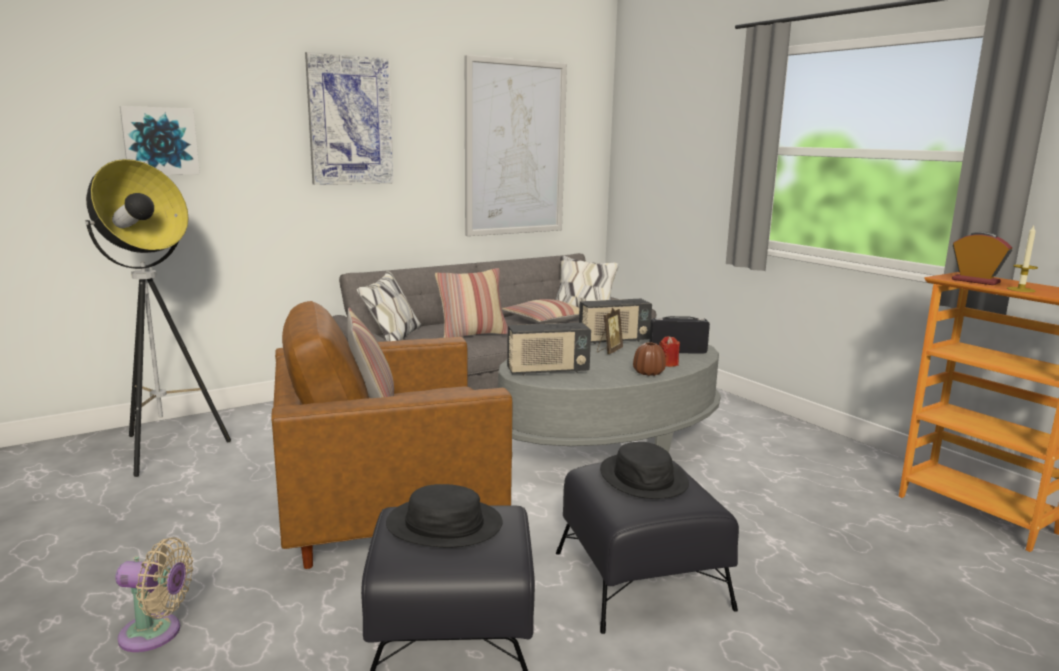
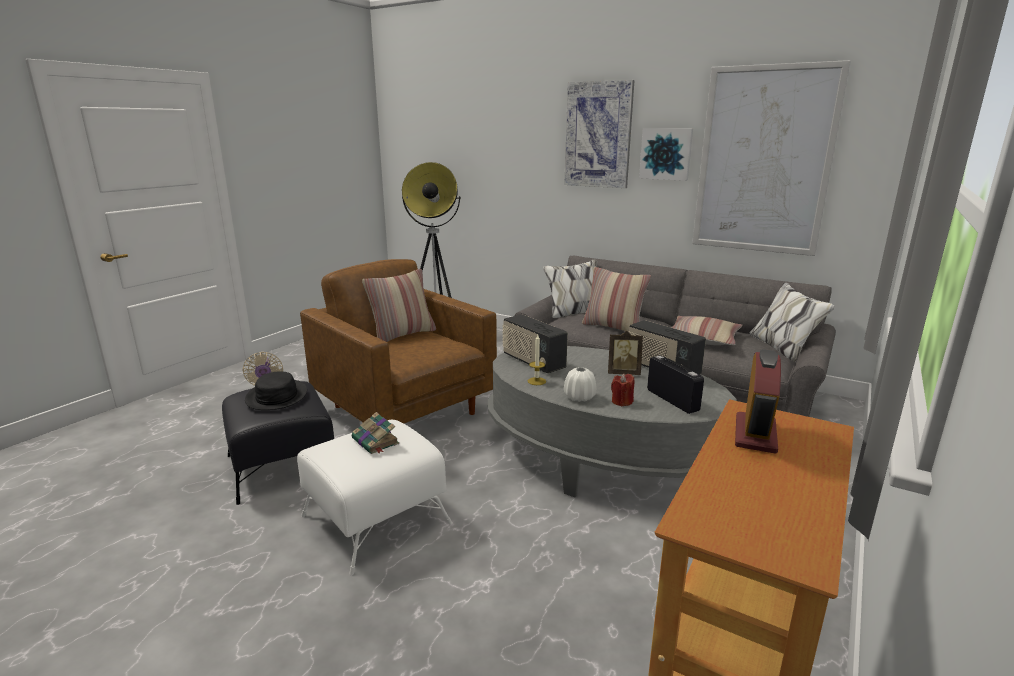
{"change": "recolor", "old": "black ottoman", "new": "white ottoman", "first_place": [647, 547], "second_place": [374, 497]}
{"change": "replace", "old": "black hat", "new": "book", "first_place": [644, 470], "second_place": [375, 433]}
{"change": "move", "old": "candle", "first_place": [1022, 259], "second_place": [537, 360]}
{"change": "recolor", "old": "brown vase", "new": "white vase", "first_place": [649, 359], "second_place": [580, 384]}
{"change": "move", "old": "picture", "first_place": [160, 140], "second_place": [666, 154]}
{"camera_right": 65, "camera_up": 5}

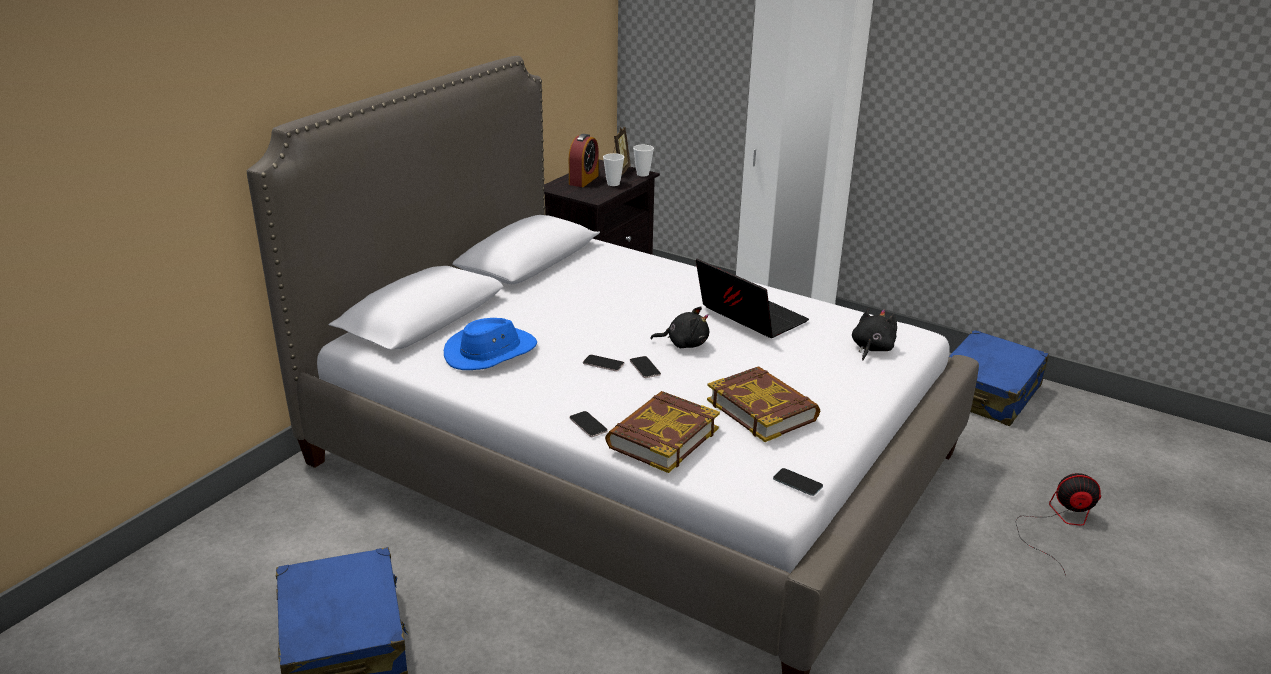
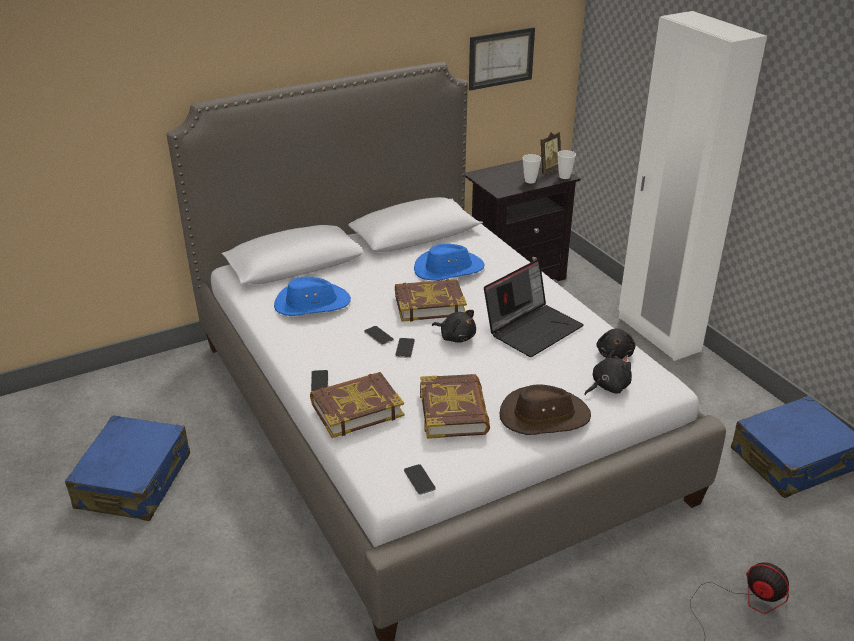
{"change": "insert", "new": "book", "second_place": [431, 300]}
{"change": "insert", "new": "blue hat", "second_place": [449, 262]}
{"change": "insert", "new": "picture", "second_place": [502, 58]}
{"change": "rotate", "old": "laptop", "first_place": [752, 298], "second_place": [534, 308], "degrees": 60}
{"change": "insert", "new": "brown hat", "second_place": [545, 409]}
{"change": "insert", "new": "black plush toy", "second_place": [615, 343]}
{"change": "delete", "old": "alarm clock", "first_place": [584, 160]}
{"camera_right": 30, "camera_up": 5}

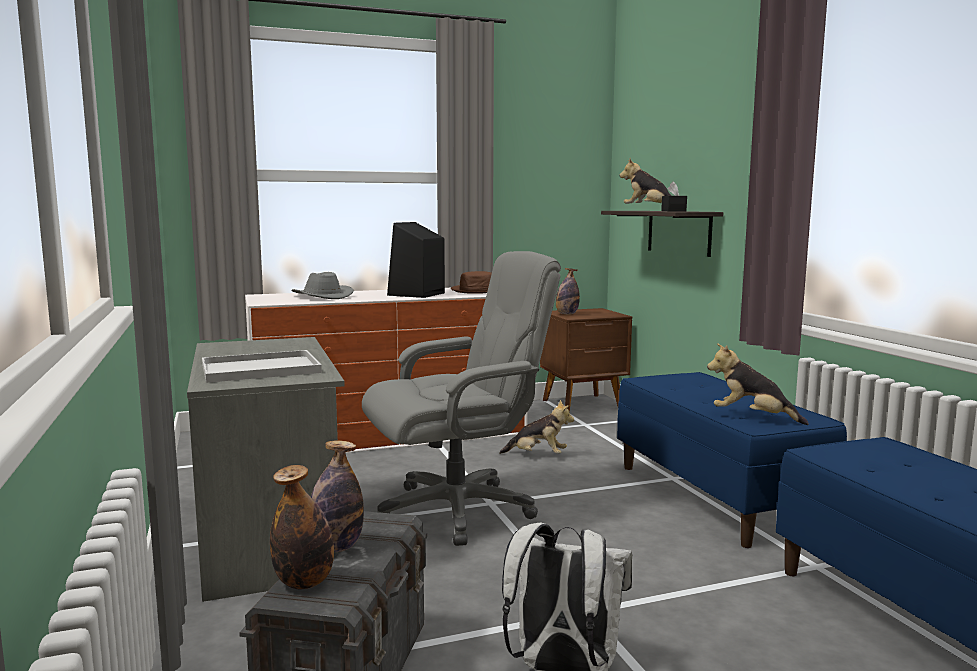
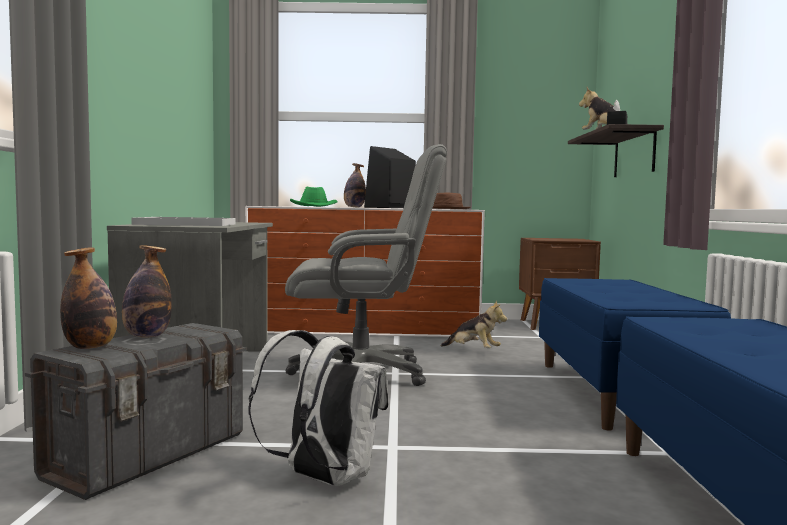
{"change": "recolor", "old": "grey hat", "new": "green hat", "first_place": [323, 285], "second_place": [313, 197]}
{"change": "move", "old": "bottle", "first_place": [568, 291], "second_place": [355, 185]}
{"change": "delete", "old": "plush toy", "first_place": [758, 384]}
{"camera_right": 20, "camera_up": -5}

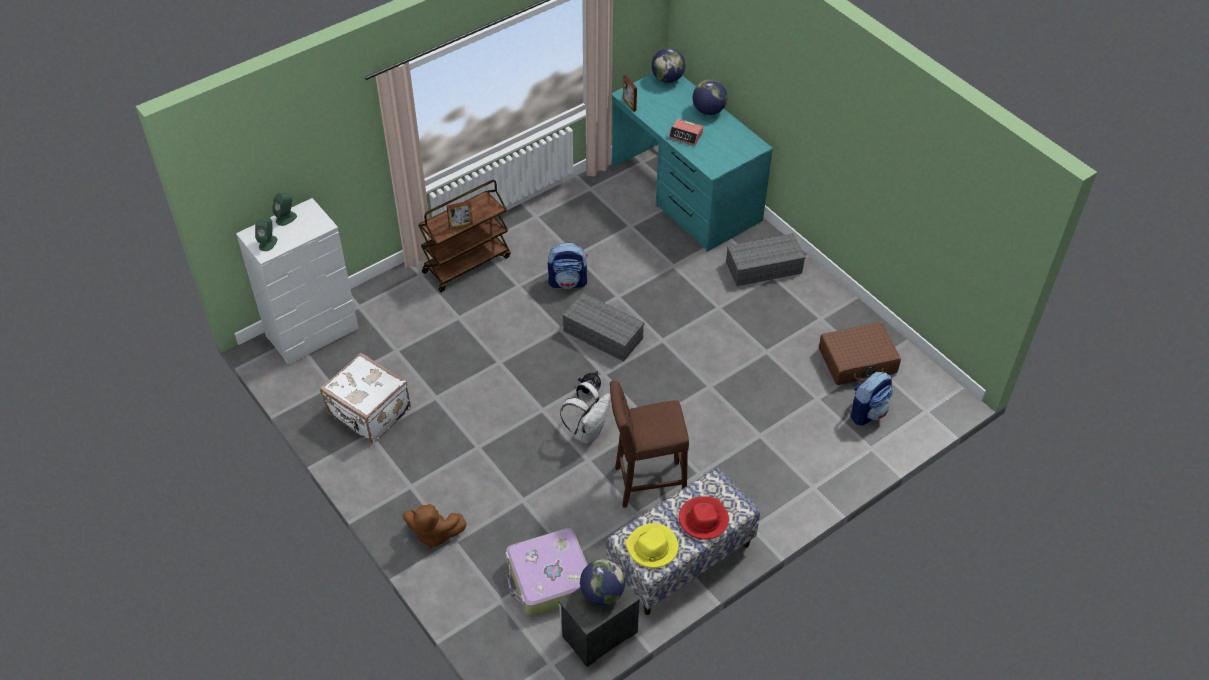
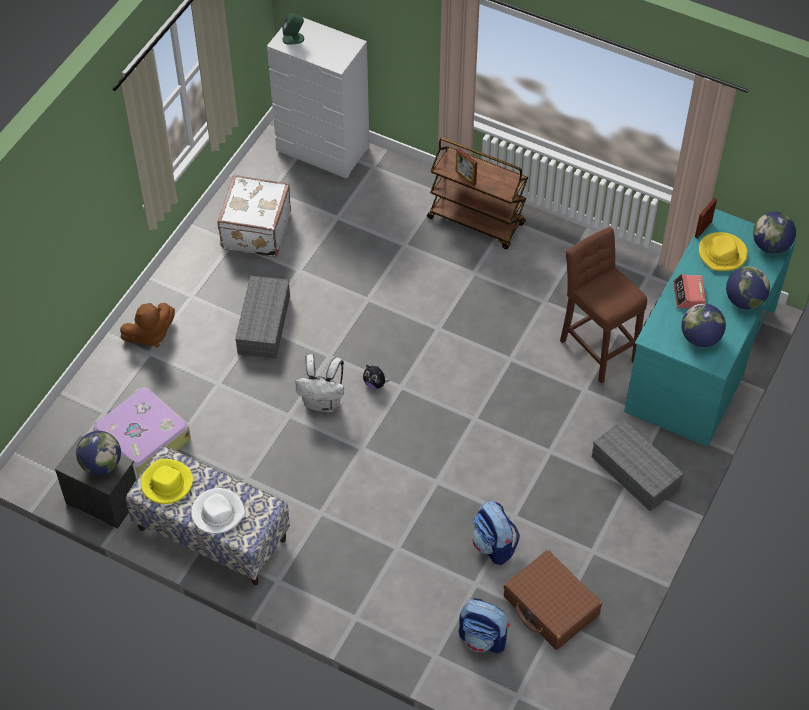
{"change": "rotate", "old": "brown plush toy", "first_place": [435, 526], "second_place": [147, 325], "degrees": -105}
{"change": "recolor", "old": "red hat", "new": "white hat", "first_place": [704, 518], "second_place": [218, 511]}
{"change": "move", "old": "grey storage box", "first_place": [603, 327], "second_place": [262, 317]}
{"change": "move", "old": "backpack", "first_place": [568, 266], "second_place": [496, 533]}
{"change": "move", "old": "brown stool", "first_place": [649, 444], "second_place": [603, 305]}
{"change": "insert", "new": "globe", "second_place": [703, 325]}
{"change": "insert", "new": "yellow hat", "second_place": [723, 251]}
{"change": "delete", "old": "green speaker", "first_place": [284, 209]}
{"camera_right": 65, "camera_up": 5}

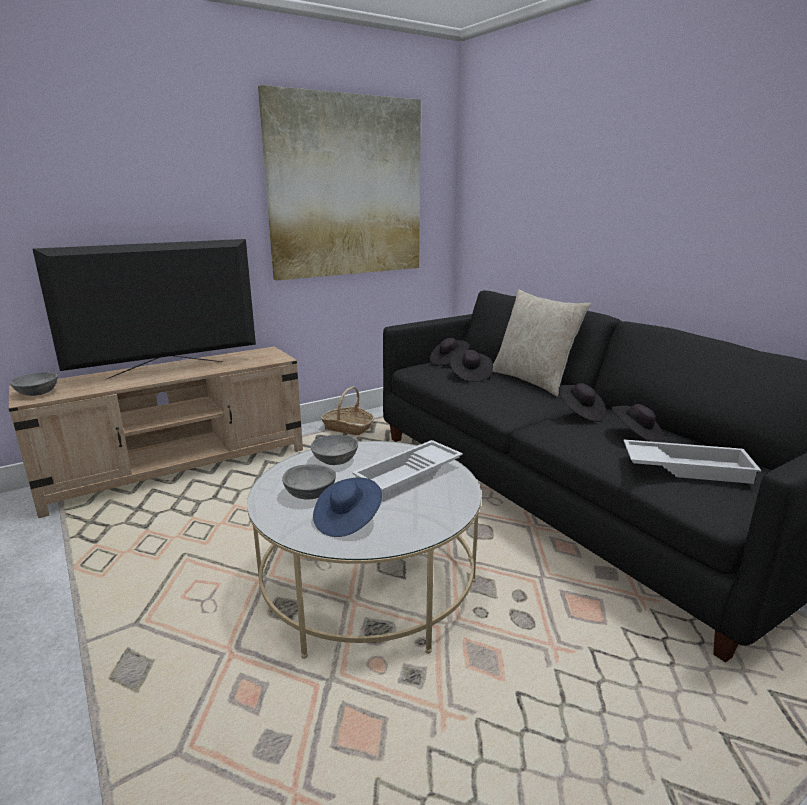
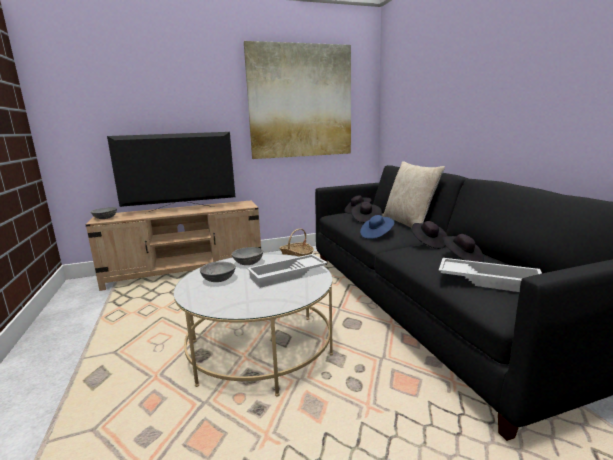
{"change": "move", "old": "blue hat", "first_place": [347, 507], "second_place": [377, 227]}
{"camera_right": 15, "camera_up": -5}

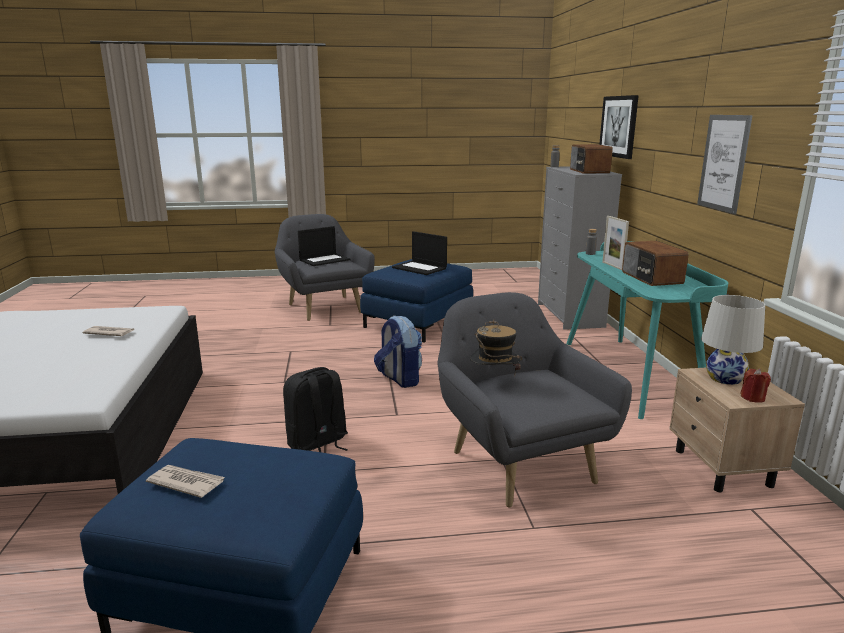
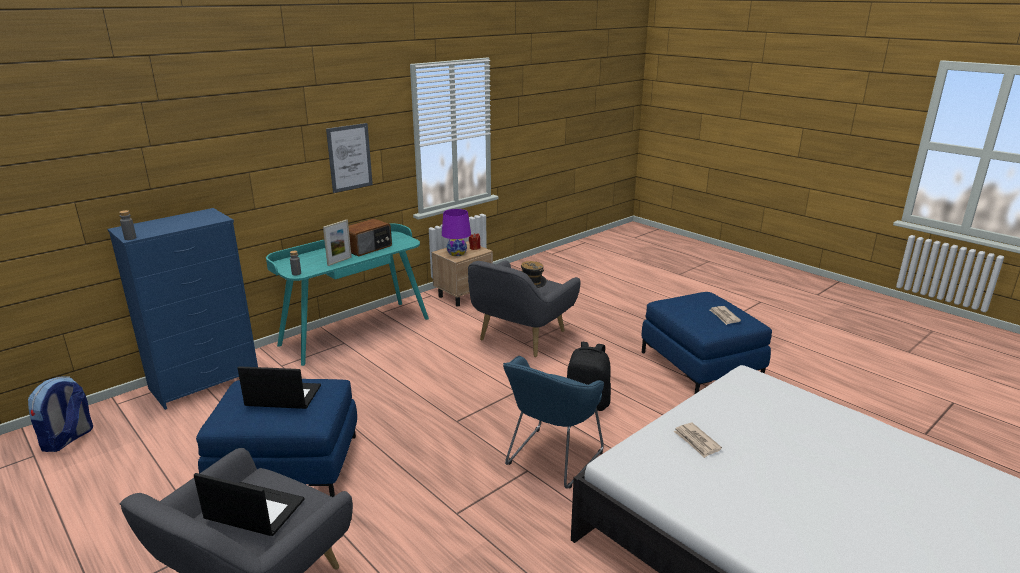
{"change": "move", "old": "backpack", "first_place": [398, 351], "second_place": [60, 414]}
{"change": "recolor", "old": "grey dresser", "new": "blue dresser", "first_place": [580, 248], "second_place": [183, 309]}
{"change": "rotate", "old": "laptop", "first_place": [419, 253], "second_place": [279, 387], "degrees": -90}
{"change": "recolor", "old": "white table lamp", "new": "purple table lamp", "first_place": [733, 340], "second_place": [456, 232]}
{"change": "insert", "new": "blue armchair", "second_place": [553, 422]}
{"change": "delete", "old": "radio", "first_place": [591, 158]}
{"change": "delete", "old": "picture", "first_place": [619, 127]}
{"camera_right": -125, "camera_up": 5}

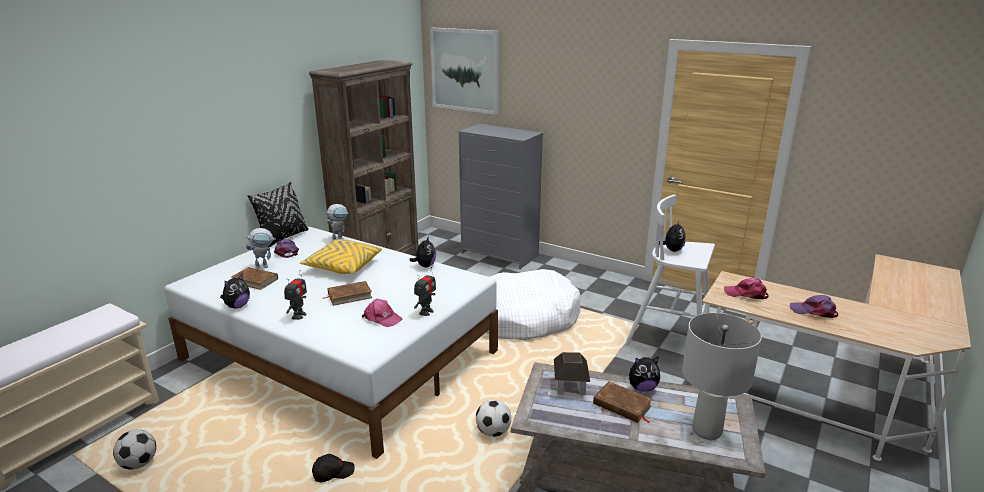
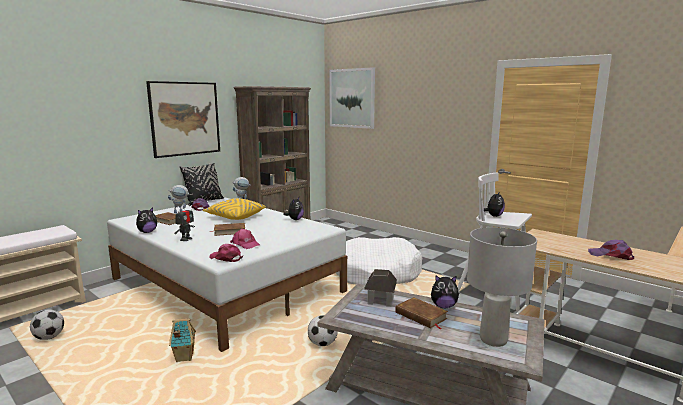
{"change": "insert", "new": "picture", "second_place": [183, 119]}
{"change": "replace", "old": "black cap", "new": "toy house", "first_place": [333, 468], "second_place": [182, 340]}
{"change": "move", "old": "pink cap", "first_place": [746, 288], "second_place": [226, 253]}
{"change": "delete", "old": "toy robot", "first_place": [425, 291]}
{"change": "delete", "old": "grey dresser", "first_place": [500, 196]}
{"camera_right": 10, "camera_up": -10}

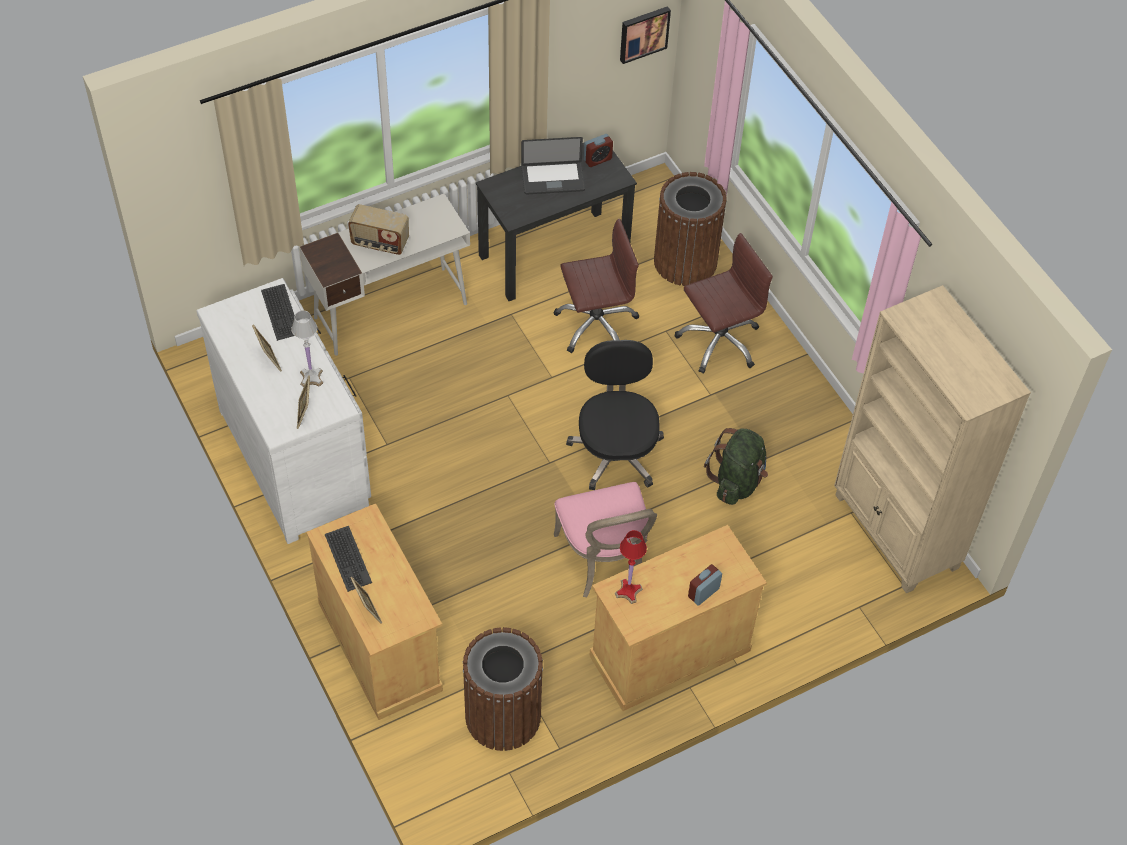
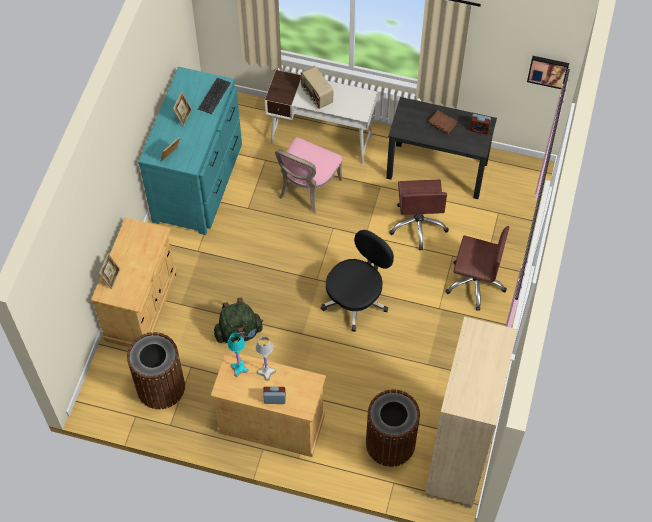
{"change": "recolor", "old": "white dresser", "new": "turquoise dresser", "first_place": [284, 411], "second_place": [190, 151]}
{"change": "move", "old": "green backpack", "first_place": [736, 466], "second_place": [238, 320]}
{"change": "recolor", "old": "red table lamp", "new": "turquoise table lamp", "first_place": [631, 567], "second_place": [238, 355]}
{"change": "move", "old": "white table lamp", "first_place": [307, 348], "second_place": [265, 358]}
{"change": "move", "old": "pink chair", "first_place": [605, 539], "second_place": [309, 175]}
{"change": "move", "old": "brown trash can", "first_place": [690, 229], "second_place": [393, 428]}
{"change": "rotate", "old": "brown office chair", "first_place": [596, 286], "second_place": [419, 215], "degrees": 60}
{"change": "replace", "old": "laptop", "new": "brown book", "first_place": [553, 165], "second_place": [442, 122]}
{"change": "delete", "old": "keyboard", "first_place": [348, 559]}
{"camera_right": 45, "camera_up": 5}

